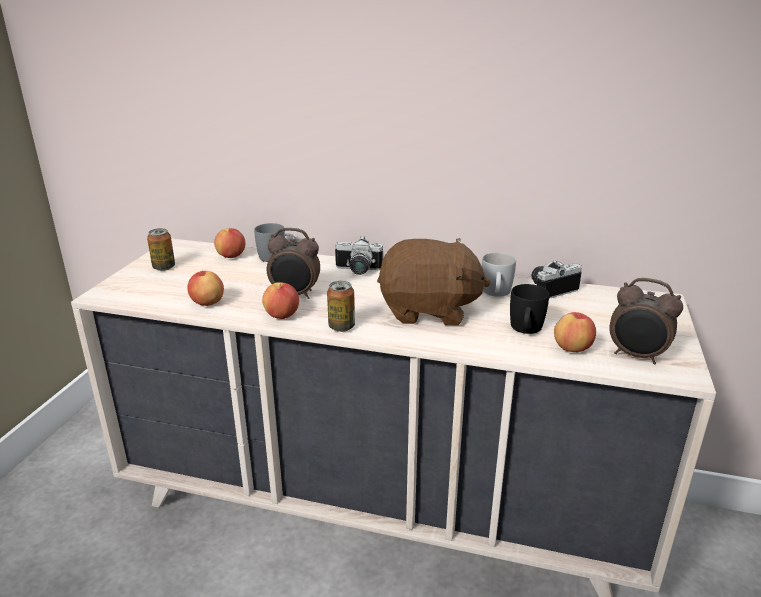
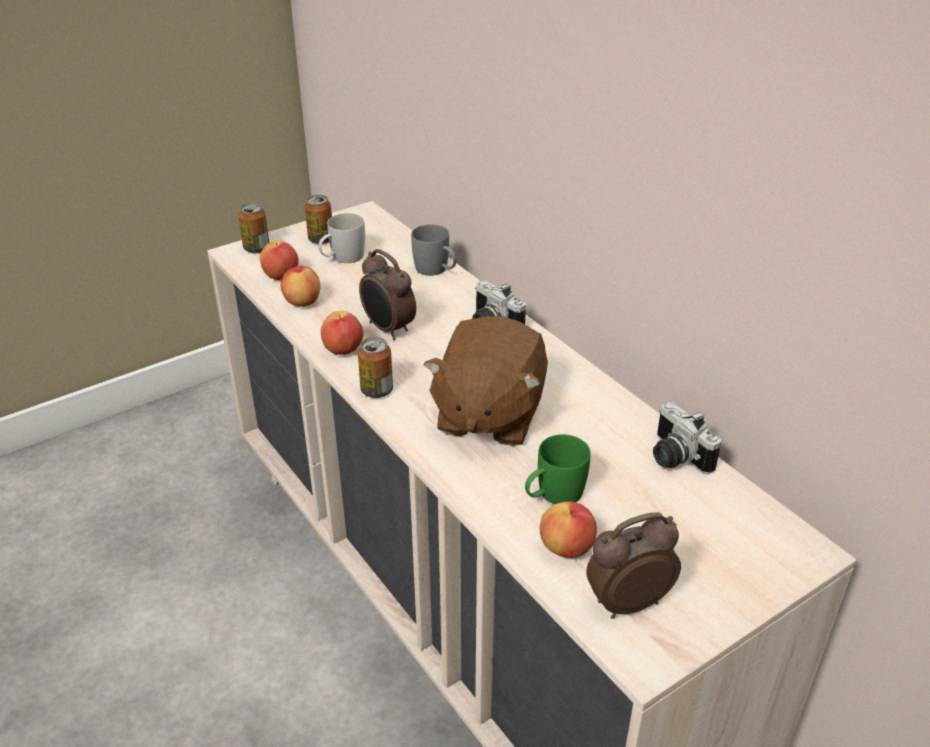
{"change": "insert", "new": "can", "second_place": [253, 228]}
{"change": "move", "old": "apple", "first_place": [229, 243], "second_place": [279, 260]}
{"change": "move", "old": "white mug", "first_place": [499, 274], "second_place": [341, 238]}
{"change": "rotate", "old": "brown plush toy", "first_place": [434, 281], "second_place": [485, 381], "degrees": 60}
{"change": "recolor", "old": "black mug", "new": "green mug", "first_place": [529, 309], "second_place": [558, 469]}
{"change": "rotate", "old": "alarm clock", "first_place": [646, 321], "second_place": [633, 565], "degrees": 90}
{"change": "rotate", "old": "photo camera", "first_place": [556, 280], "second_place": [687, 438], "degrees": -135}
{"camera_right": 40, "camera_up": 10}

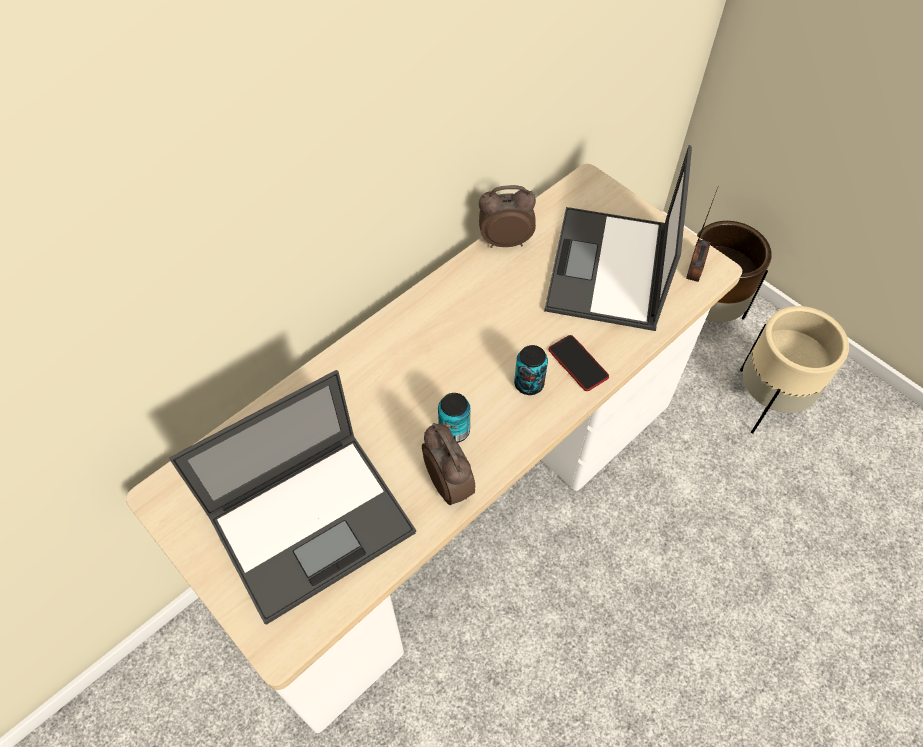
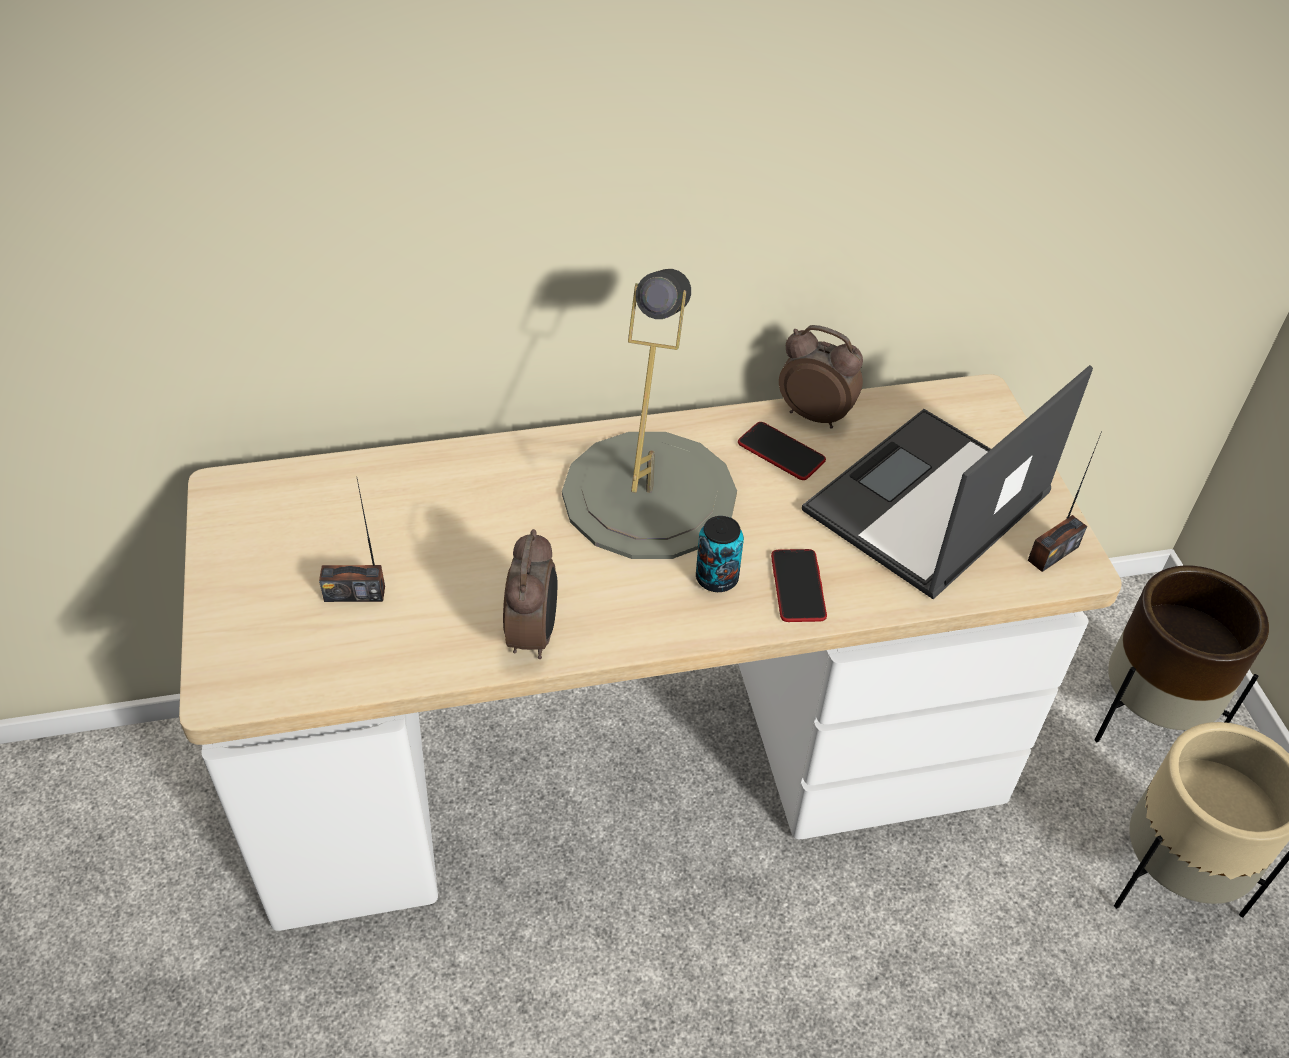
{"change": "replace", "old": "laptop", "new": "radio", "first_place": [292, 497], "second_place": [352, 540]}
{"change": "insert", "new": "grey table lamp", "second_place": [649, 414]}
{"change": "insert", "new": "phone", "second_place": [782, 451]}
{"change": "delete", "old": "can", "first_place": [454, 418]}
{"camera_right": 30, "camera_up": -10}

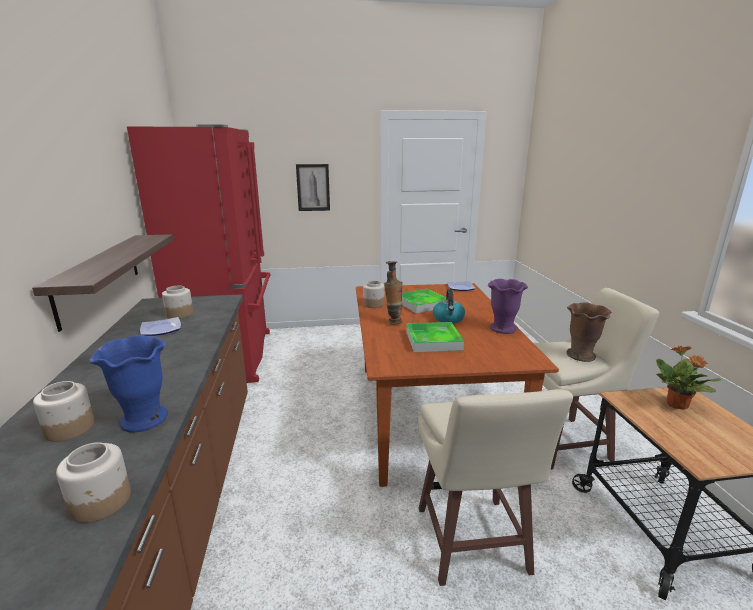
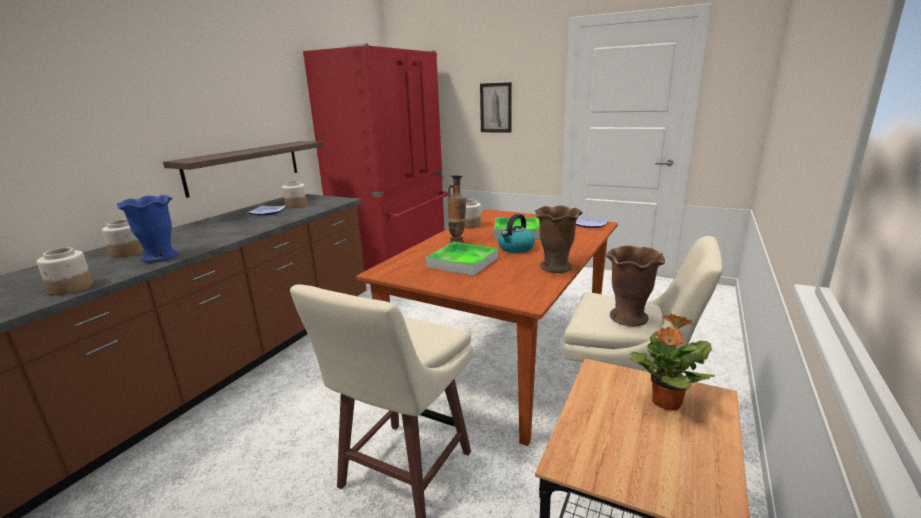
{"change": "recolor", "old": "purple vase", "new": "brown vase", "first_place": [508, 306], "second_place": [559, 239]}
{"camera_right": 35, "camera_up": 0}

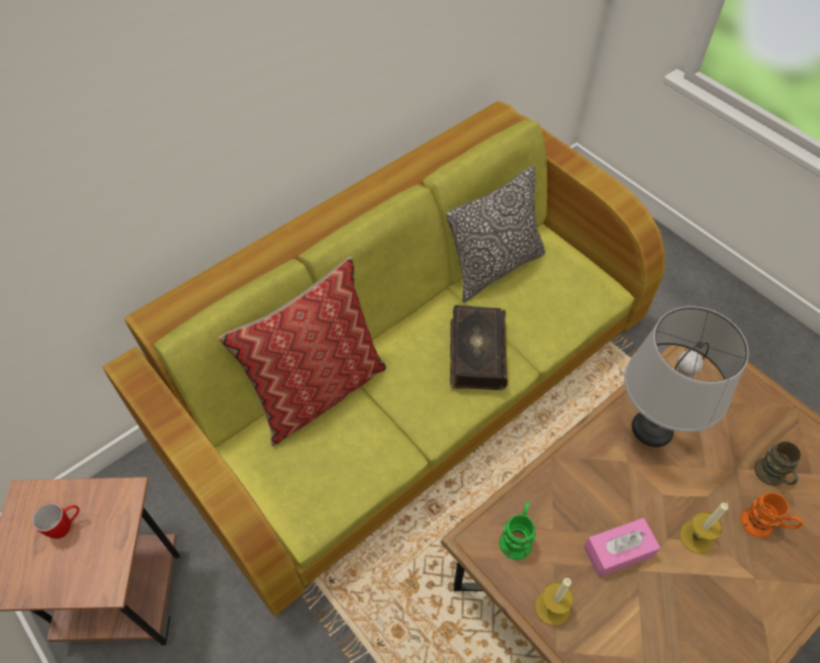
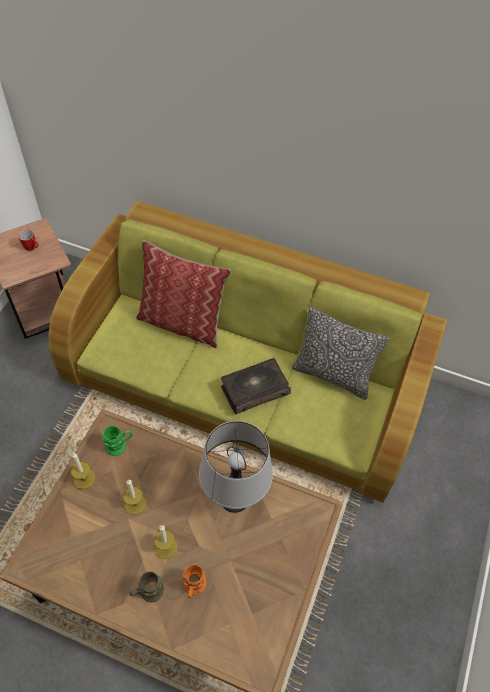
{"change": "replace", "old": "pink tissue box", "new": "candle", "first_place": [622, 547], "second_place": [134, 497]}
{"change": "move", "old": "brown mug", "first_place": [777, 463], "second_place": [146, 586]}
{"camera_right": 60, "camera_up": 0}

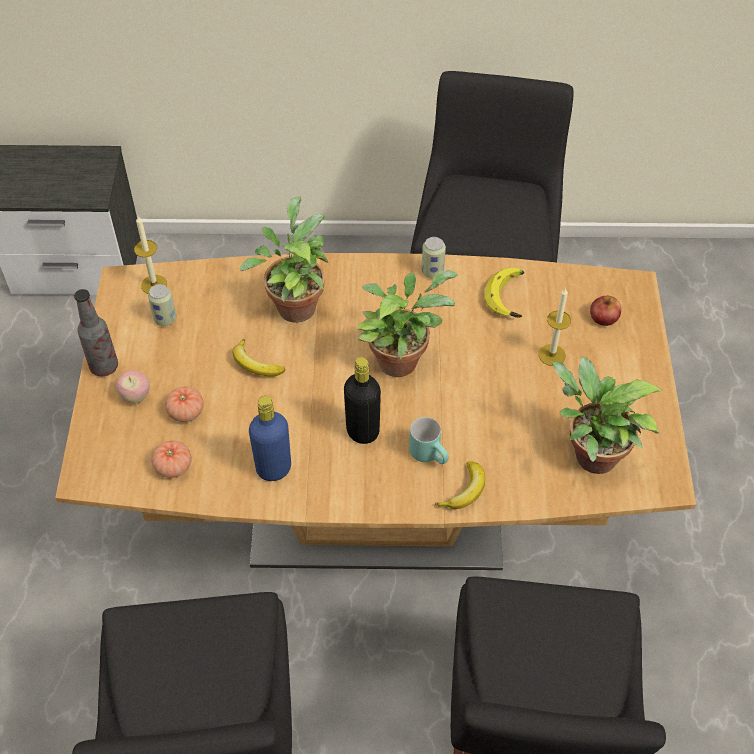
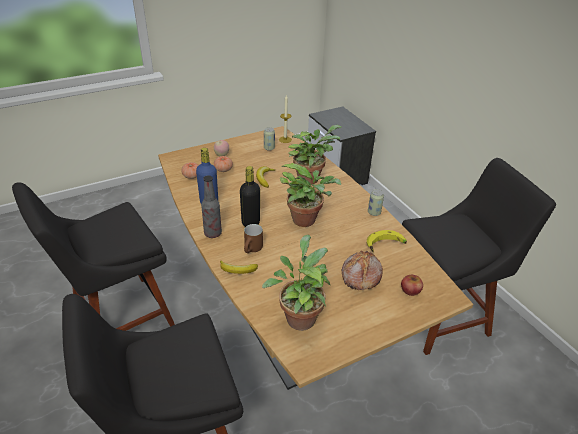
{"change": "move", "old": "bottle", "first_place": [96, 332], "second_place": [211, 206]}
{"change": "recolor", "old": "turquoise mug", "new": "brown mug", "first_place": [429, 440], "second_place": [253, 238]}
{"change": "replace", "old": "candle", "new": "bread", "first_place": [555, 327], "second_place": [362, 270]}
{"camera_right": 60, "camera_up": -15}

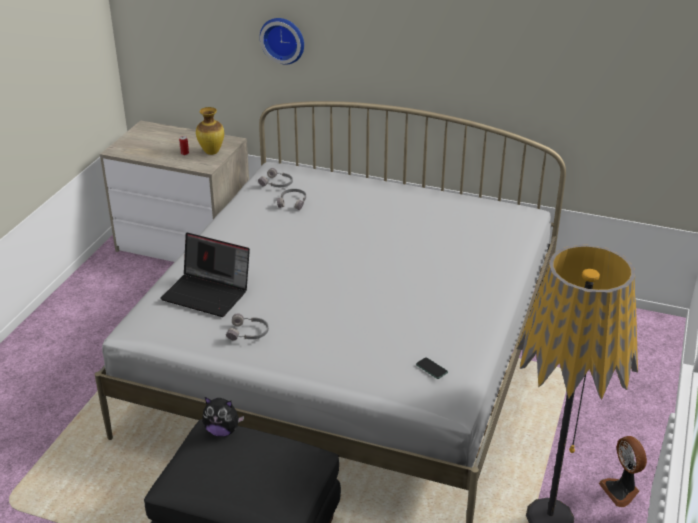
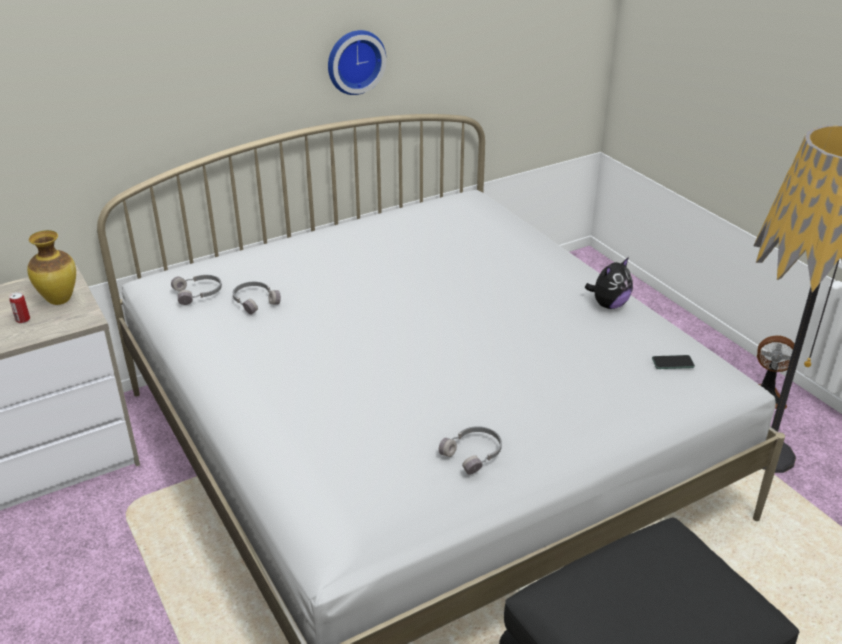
{"change": "move", "old": "wall clock", "first_place": [282, 41], "second_place": [357, 62]}
{"change": "move", "old": "plush toy", "first_place": [223, 416], "second_place": [609, 283]}
{"change": "delete", "old": "laptop", "first_place": [205, 275]}
{"camera_right": -50, "camera_up": 0}

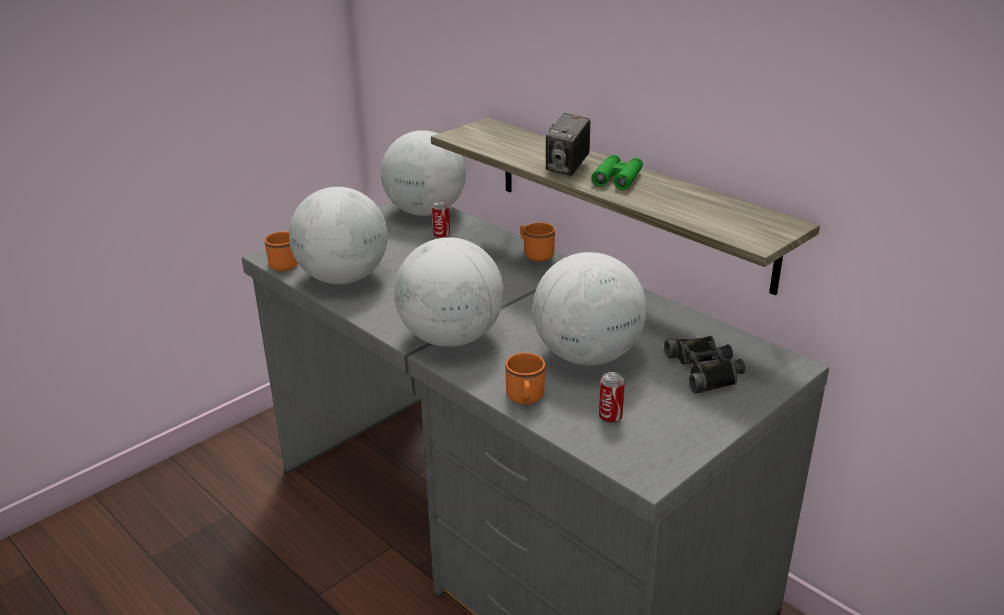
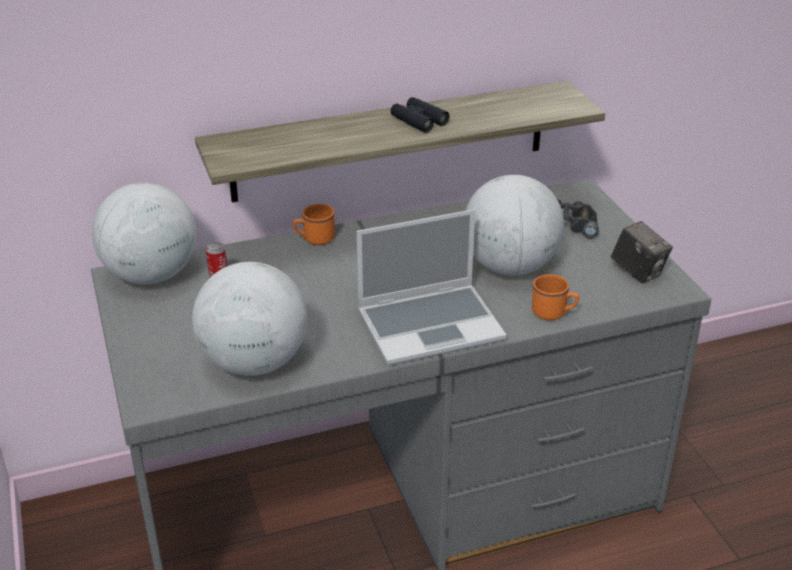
{"change": "replace", "old": "globe", "new": "laptop", "first_place": [449, 292], "second_place": [431, 287]}
{"change": "recolor", "old": "green binoculars", "new": "black binoculars", "first_place": [617, 172], "second_place": [420, 115]}
{"change": "move", "old": "photo camera", "first_place": [568, 144], "second_place": [642, 252]}
{"change": "delete", "old": "orange mug", "first_place": [281, 251]}
{"change": "delete", "old": "can", "first_place": [612, 398]}
{"camera_right": -65, "camera_up": 5}

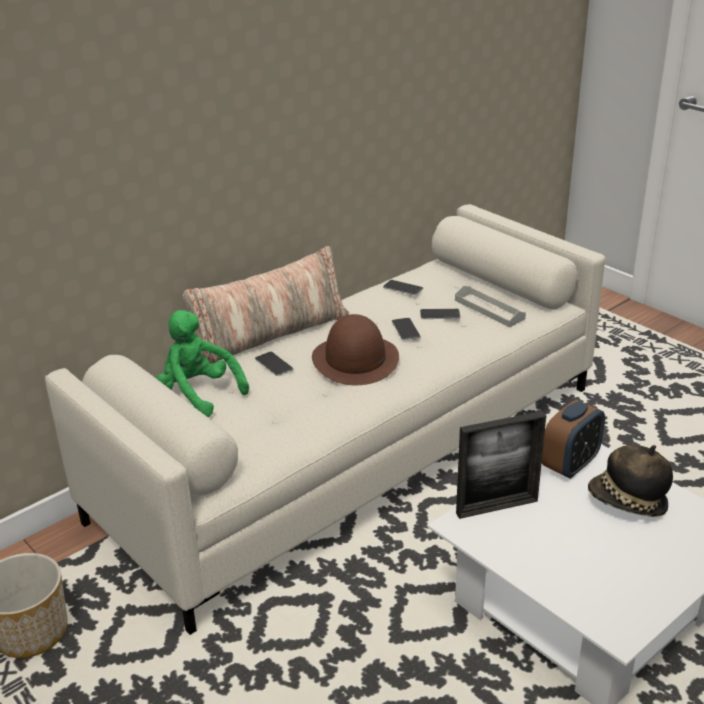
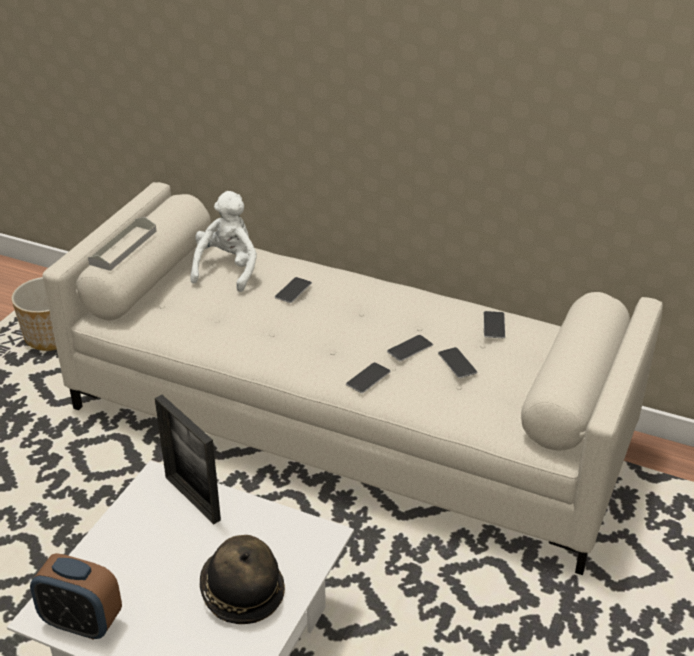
{"change": "move", "old": "alarm clock", "first_place": [573, 439], "second_place": [76, 596]}
{"change": "move", "old": "grey tray", "first_place": [490, 306], "second_place": [122, 244]}
{"change": "recolor", "old": "green plush toy", "new": "white plush toy", "first_place": [202, 363], "second_place": [223, 241]}
{"change": "insert", "new": "phone", "second_place": [368, 377]}
{"change": "delete", "old": "pillow", "first_place": [266, 305]}
{"change": "delete", "old": "brown hat", "first_place": [355, 349]}
{"camera_right": 65, "camera_up": 5}

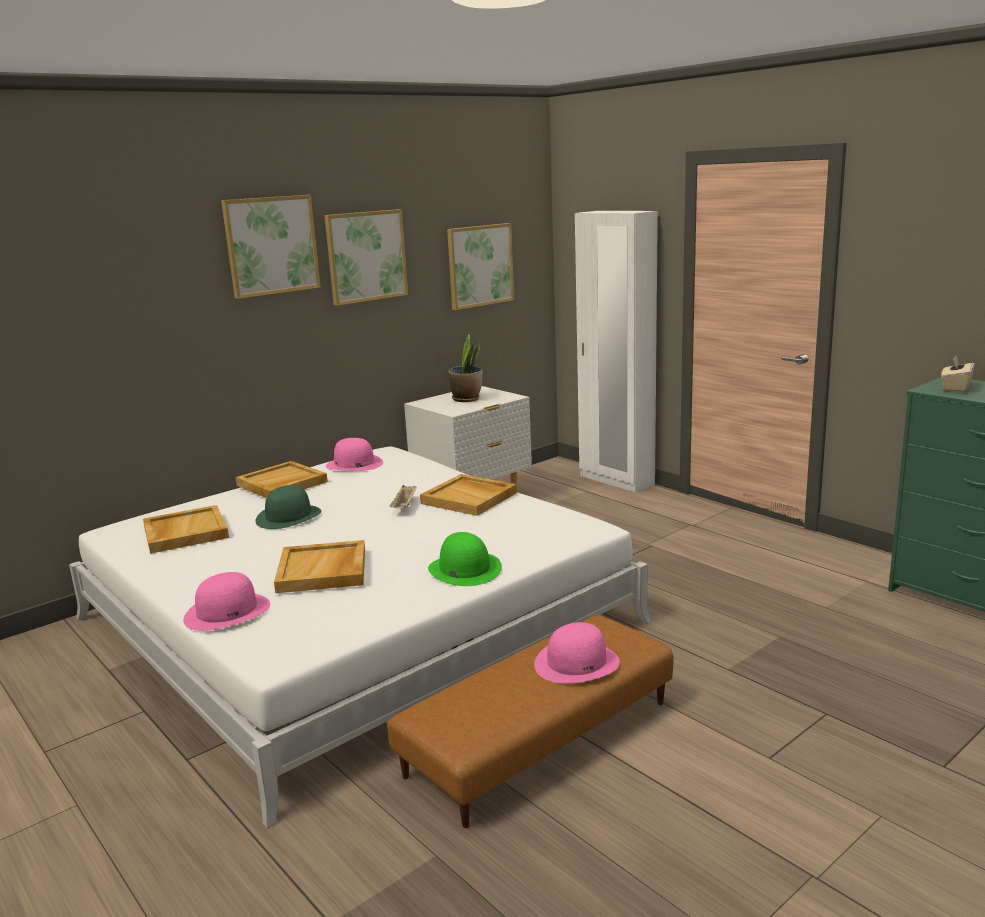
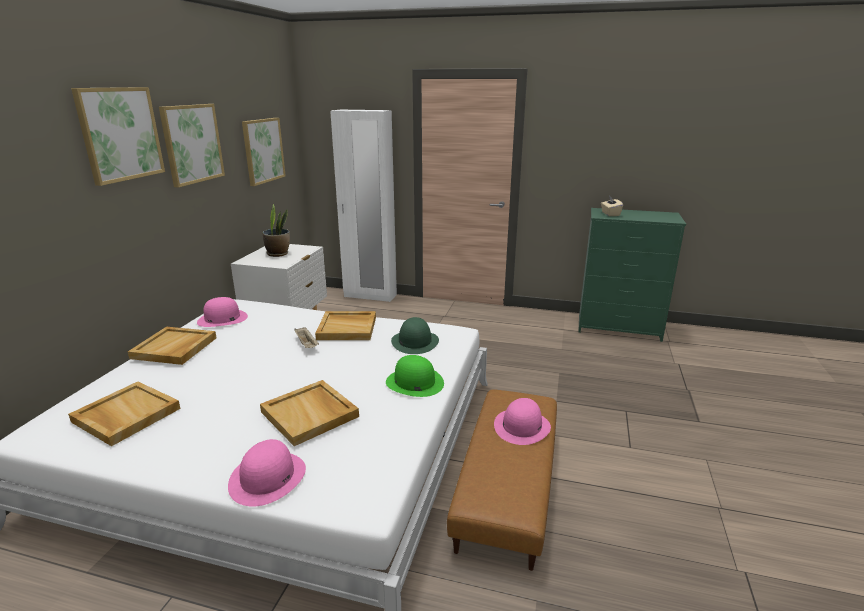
{"change": "move", "old": "green hat", "first_place": [288, 507], "second_place": [415, 335]}
{"camera_right": -35, "camera_up": 5}

